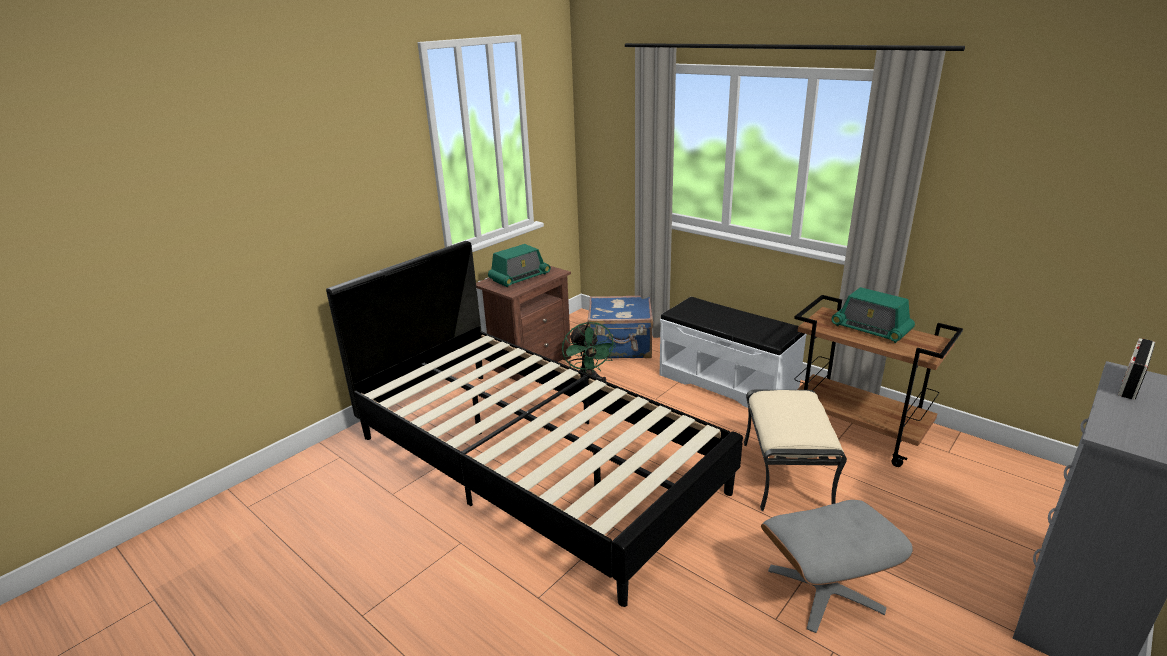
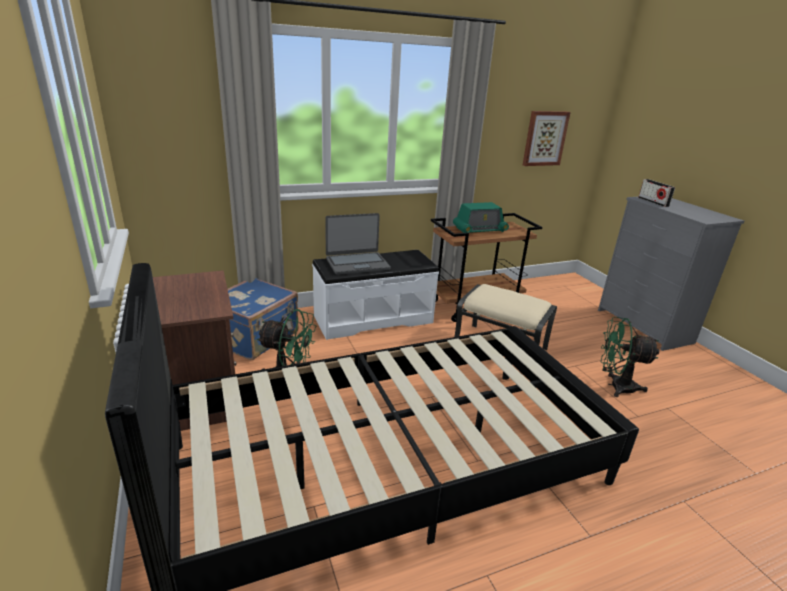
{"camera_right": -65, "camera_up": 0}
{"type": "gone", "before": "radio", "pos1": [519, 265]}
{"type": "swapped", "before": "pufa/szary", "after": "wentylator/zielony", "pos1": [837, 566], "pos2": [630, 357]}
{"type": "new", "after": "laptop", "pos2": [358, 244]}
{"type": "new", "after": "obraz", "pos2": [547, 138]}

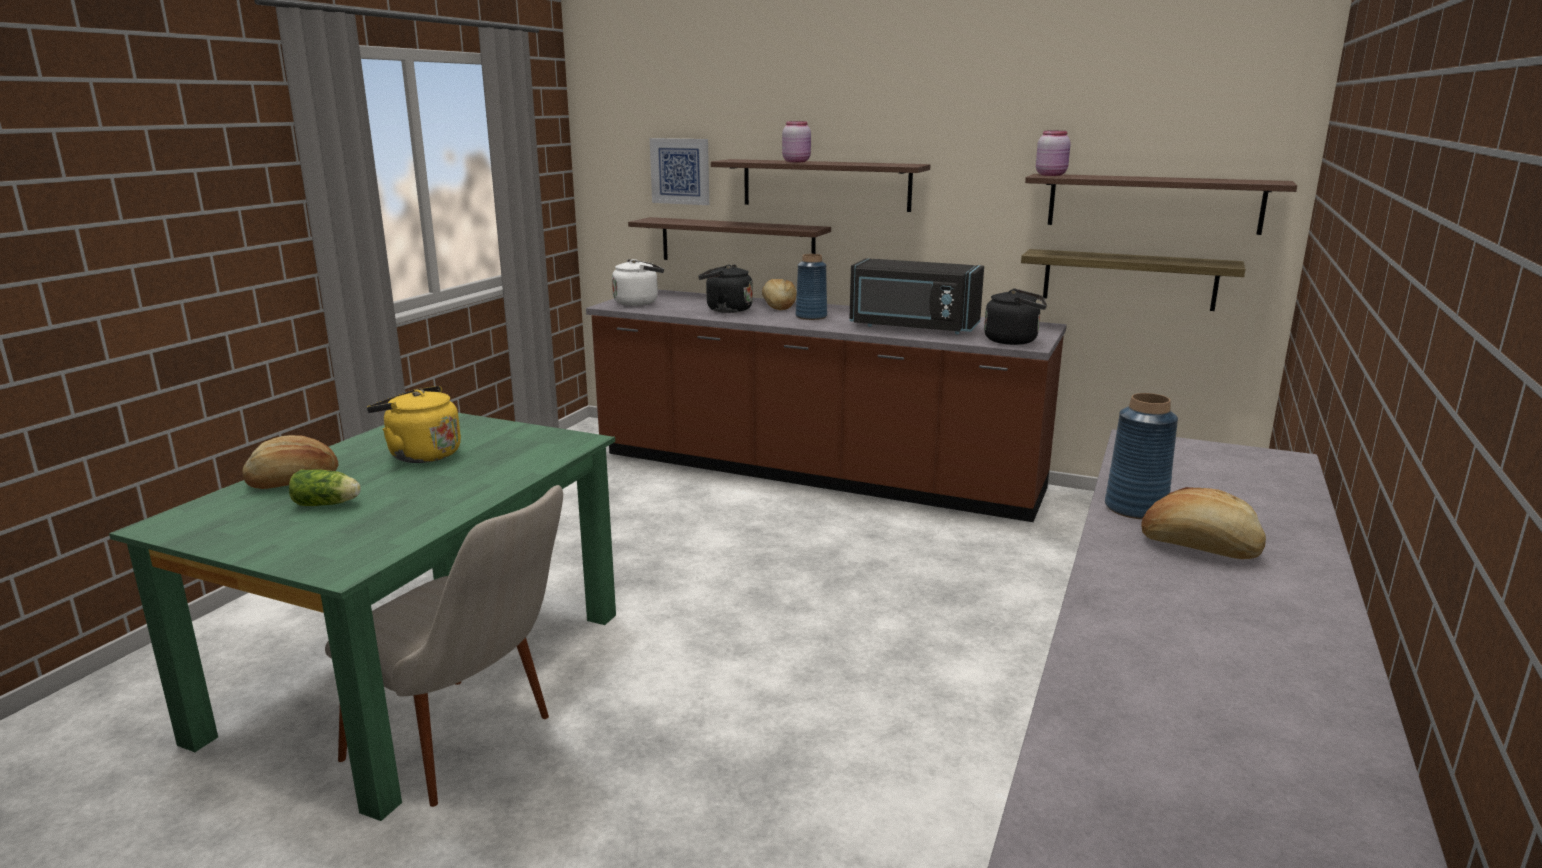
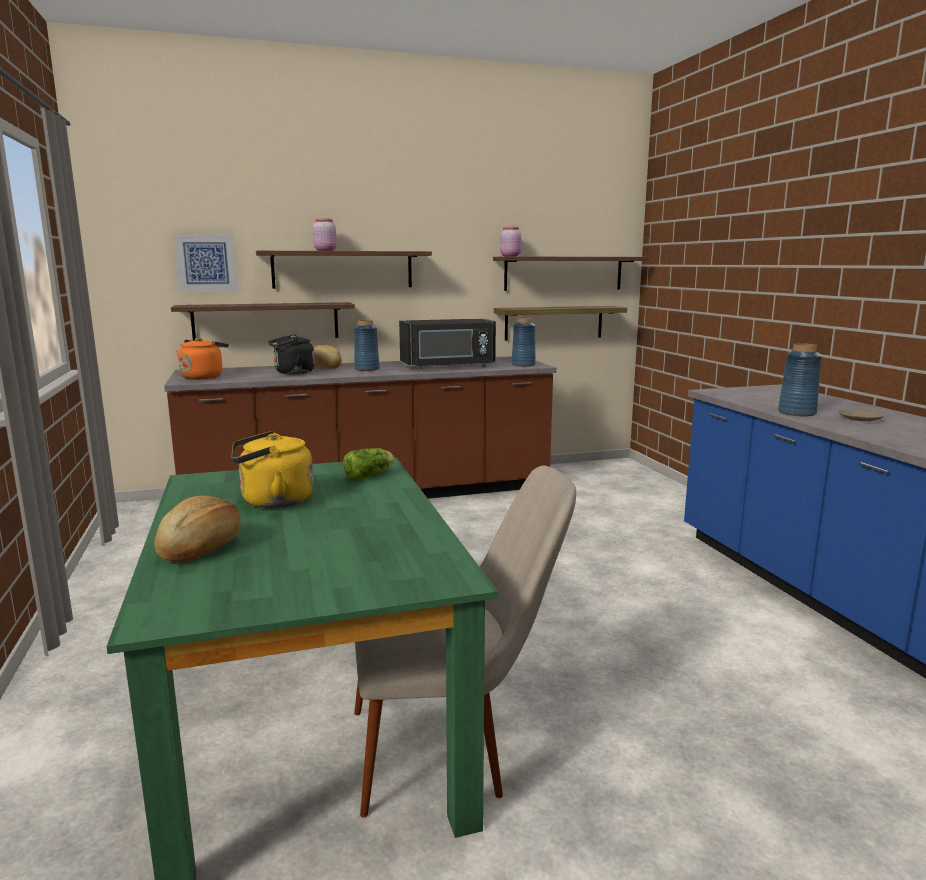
{"camera_right": -40, "camera_up": -5}
{"type": "shifted", "before": "sałata", "pos1": [325, 487], "pos2": [369, 464]}
{"type": "repainted", "before": "czajnik/biały", "after": "czajnik/pomarańczowy", "pos1": [638, 282], "pos2": [202, 359]}
{"type": "swapped", "before": "czajnik/czarny", "after": "wazon/niebieski", "pos1": [1015, 316], "pos2": [524, 342]}
{"type": "swapped", "before": "chleb", "after": "talerz/beżowy", "pos1": [1203, 523], "pos2": [861, 415]}

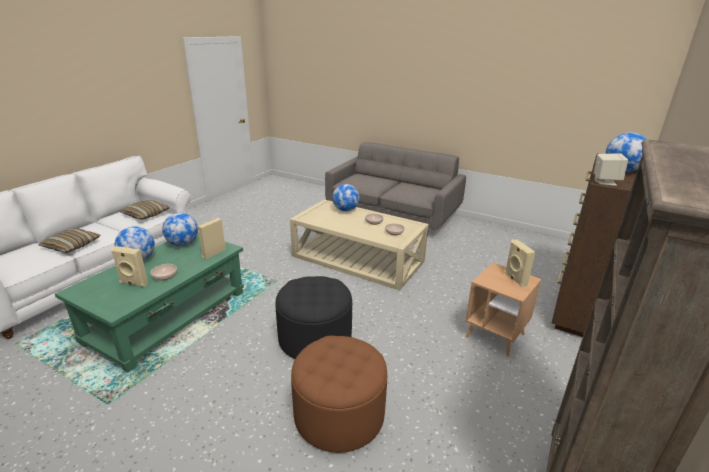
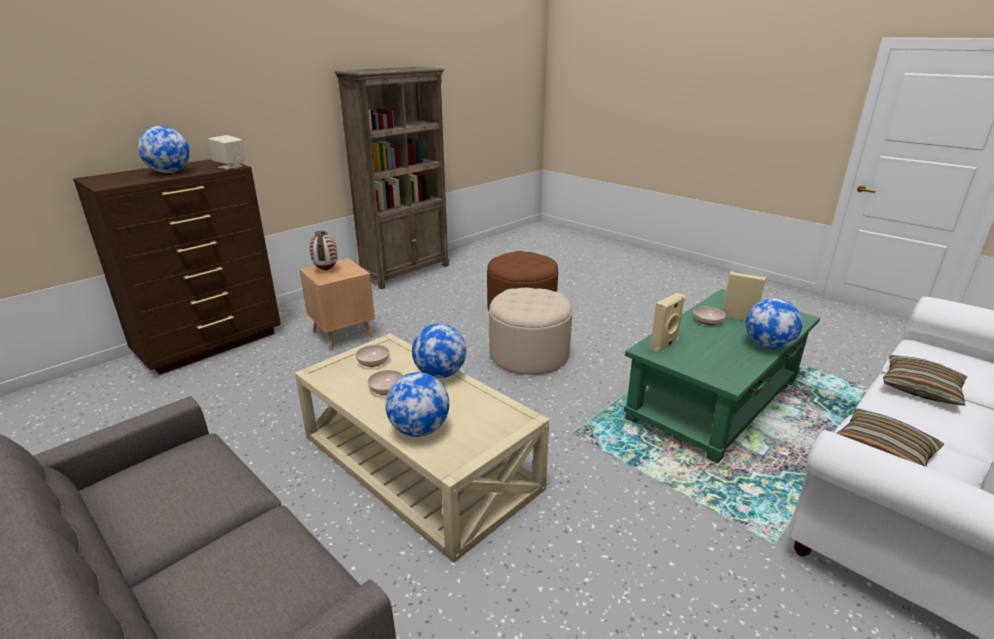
{"camera_right": -165, "camera_up": 0}
{"type": "shifted", "before": "globus", "pos1": [180, 229], "pos2": [439, 351]}
{"type": "repainted", "before": "pufa/czarny", "after": "pufa/beżowy", "pos1": [313, 317], "pos2": [530, 331]}
{"type": "swapped", "before": "głośnik/beżowy", "after": "wazon", "pos1": [520, 263], "pos2": [324, 251]}

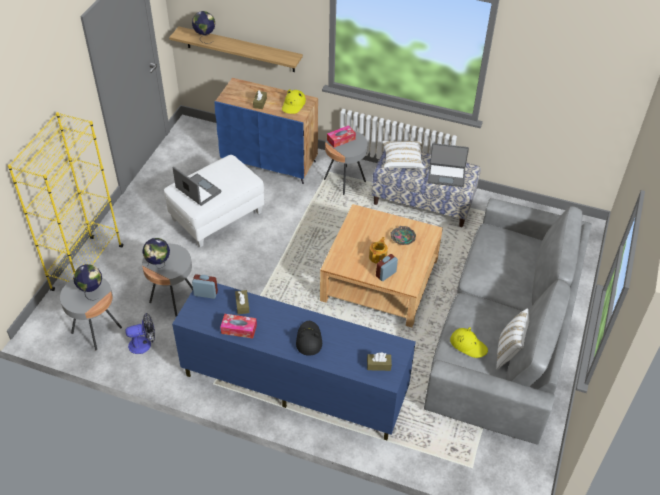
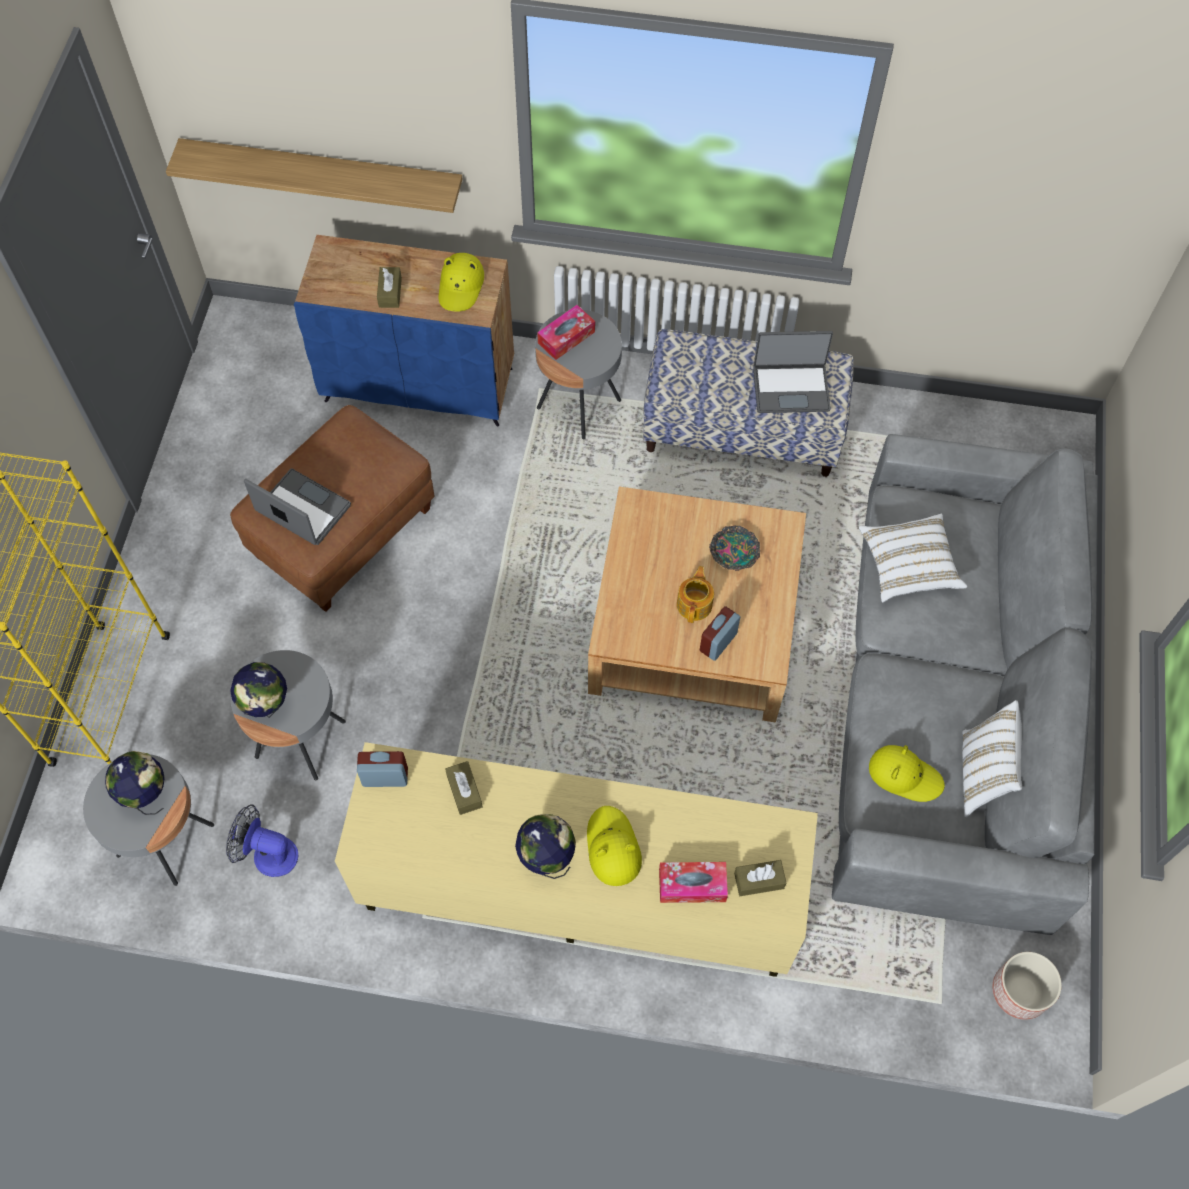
{"camera_right": -10, "camera_up": 15}
{"type": "rotated", "before": "wentylator", "pos1": [140, 333], "pos2": [262, 840], "turn": -135}
{"type": "repainted", "before": "pufa/biały", "after": "pufa/brązowy", "pos1": [214, 201], "pos2": [332, 508]}
{"type": "repainted", "before": "szafka pod telewizor/niebieski", "after": "szafka pod telewizor/beżowy", "pos1": [294, 361], "pos2": [576, 859]}
{"type": "shifted", "before": "globus", "pos1": [203, 27], "pos2": [545, 846]}
{"type": "shifted", "before": "pudełko chusteczek", "pos1": [238, 326], "pos2": [693, 882]}
{"type": "repainted", "before": "kapelusz/czarny", "after": "kapelusz/żółty", "pos1": [309, 338], "pos2": [614, 846]}
{"type": "shifted", "before": "poduszka/biały", "pos1": [403, 155], "pos2": [913, 557]}
{"type": "new", "after": "donica", "pos2": [1027, 986]}

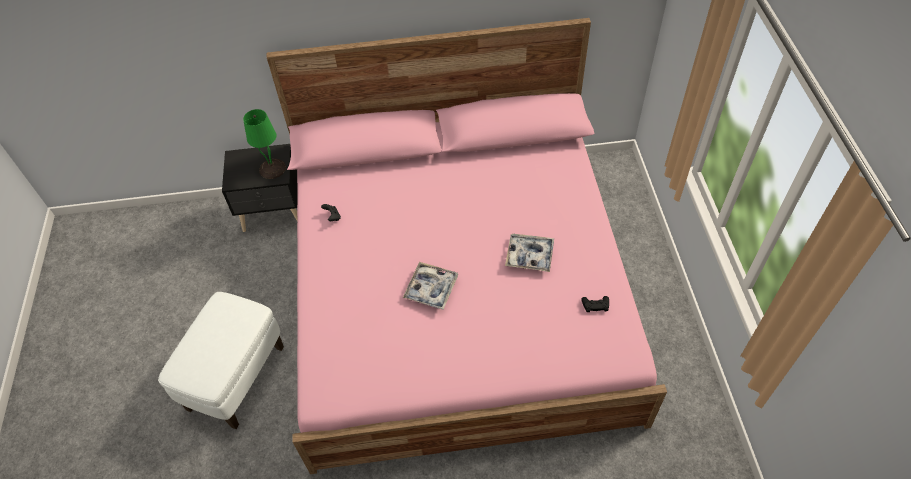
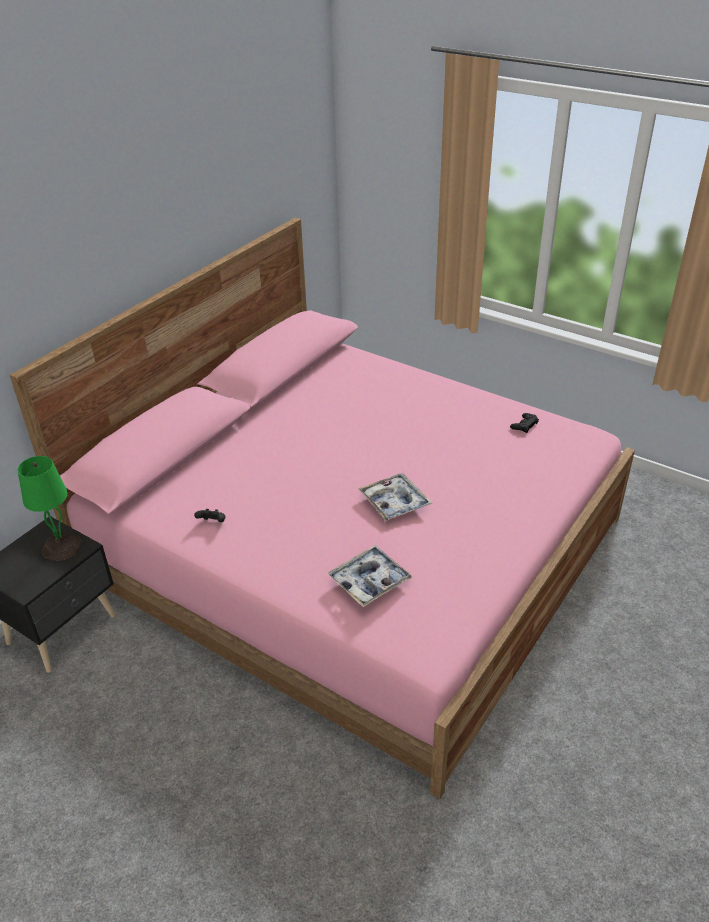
{"camera_right": -50, "camera_up": -15}
{"type": "gone", "before": "pufa/biały", "pos1": [221, 360]}
{"type": "shifted", "before": "taca", "pos1": [529, 253], "pos2": [370, 576]}

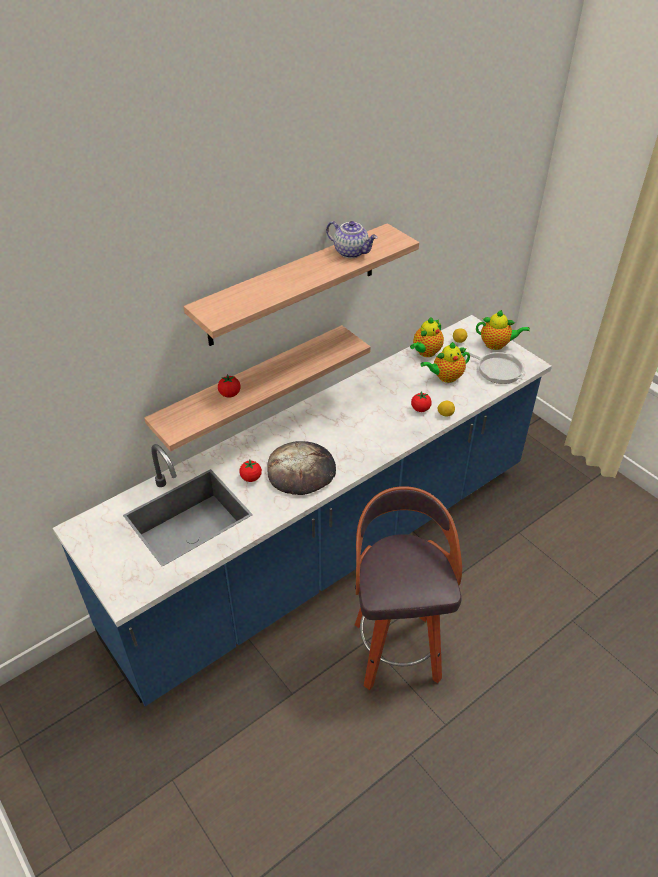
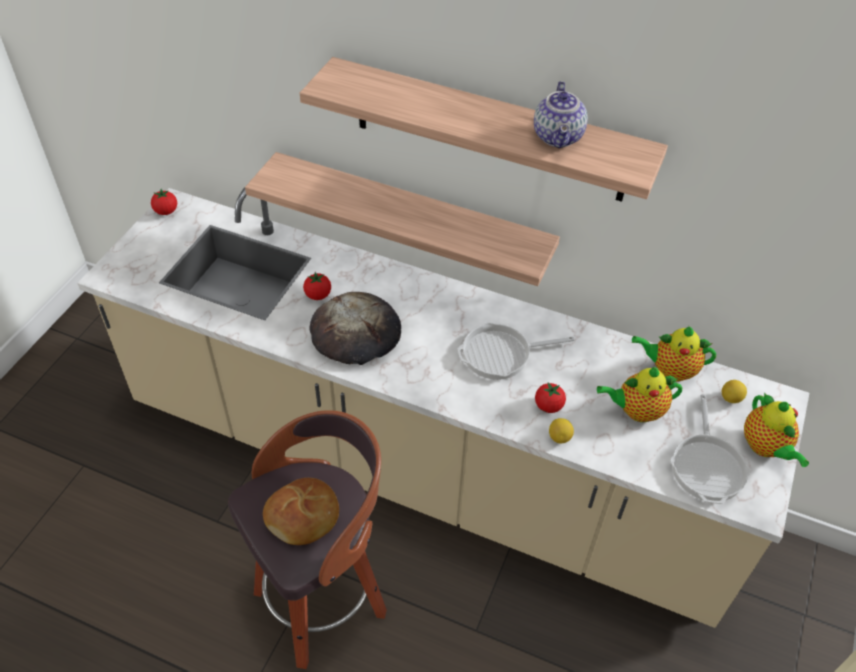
{"camera_right": 60, "camera_up": 5}
{"type": "repainted", "before": "zabudowa kuchenna/niebieski", "after": "zabudowa kuchenna/beżowy", "pos1": [302, 510], "pos2": [443, 407]}
{"type": "shifted", "before": "pomidor", "pos1": [229, 386], "pos2": [164, 202]}
{"type": "rotated", "before": "imbryk", "pos1": [445, 362], "pos2": [639, 394], "turn": -45}
{"type": "new", "after": "chleb", "pos2": [301, 511]}
{"type": "new", "after": "patelnia", "pos2": [515, 351]}

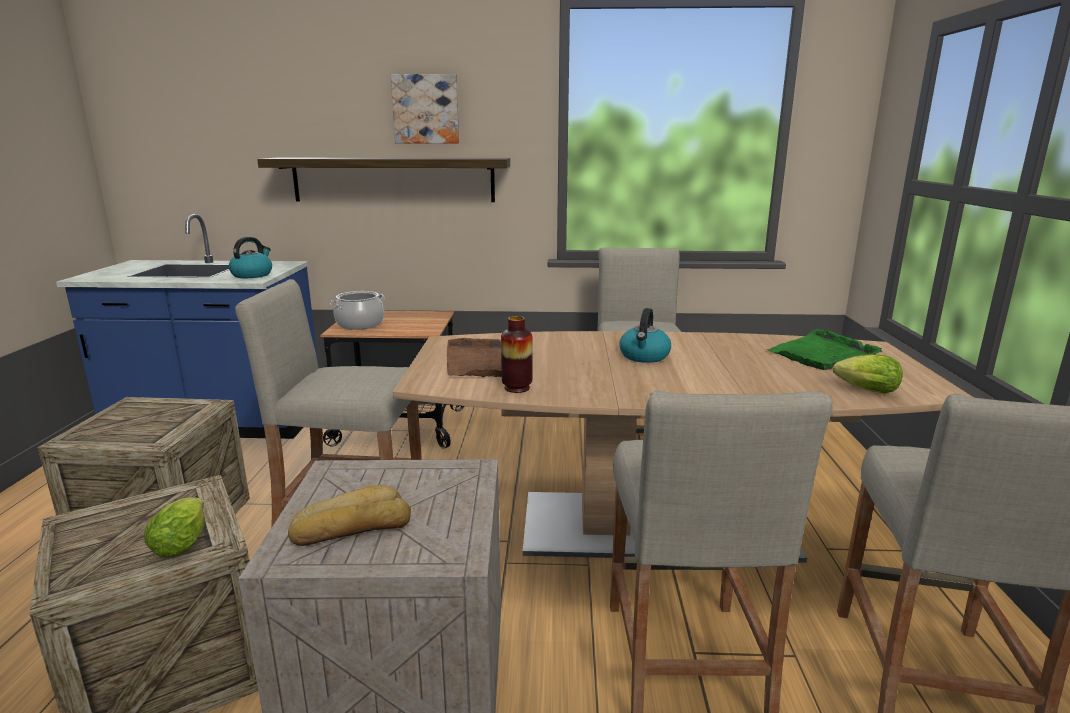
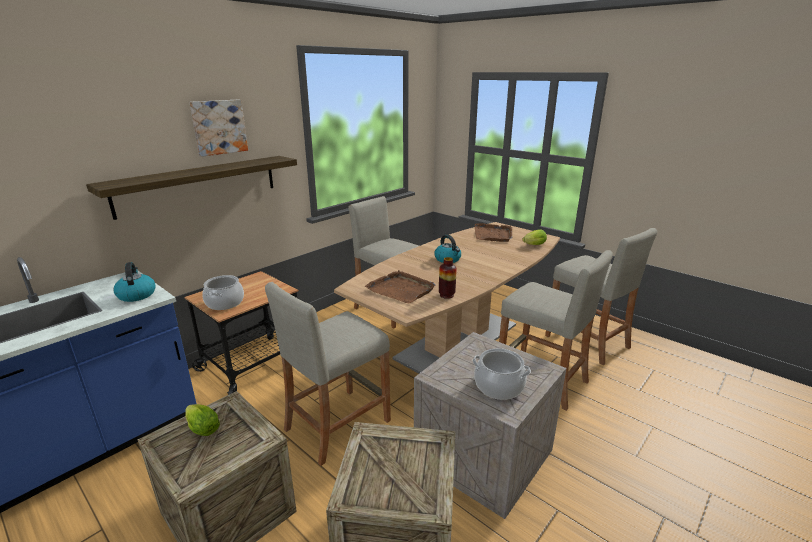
{"camera_right": -50, "camera_up": 5}
{"type": "shifted", "before": "sałata", "pos1": [174, 527], "pos2": [202, 420]}
{"type": "swapped", "before": "chleb", "after": "garnek", "pos1": [349, 515], "pos2": [502, 374]}
{"type": "repainted", "before": "taca/zielony", "after": "taca/brązowy", "pos1": [824, 349], "pos2": [493, 232]}

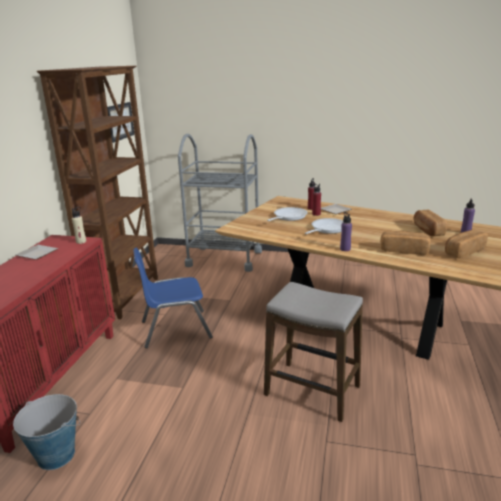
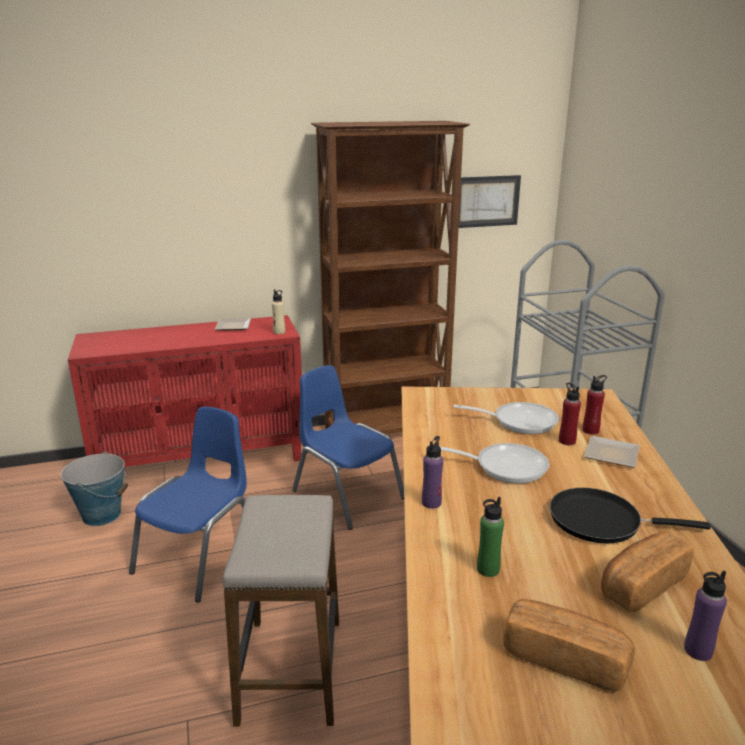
{"camera_right": 60, "camera_up": 0}
{"type": "swapped", "before": "chleb", "after": "butelka/zielony", "pos1": [405, 243], "pos2": [490, 537]}
{"type": "new", "after": "krzesło/niebieski", "pos2": [188, 504]}
{"type": "new", "after": "patelnia/czarny", "pos2": [630, 516]}

